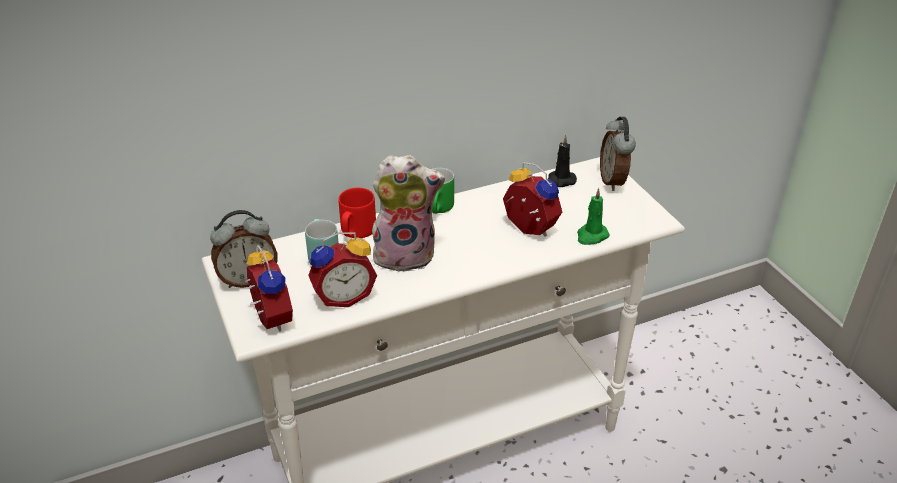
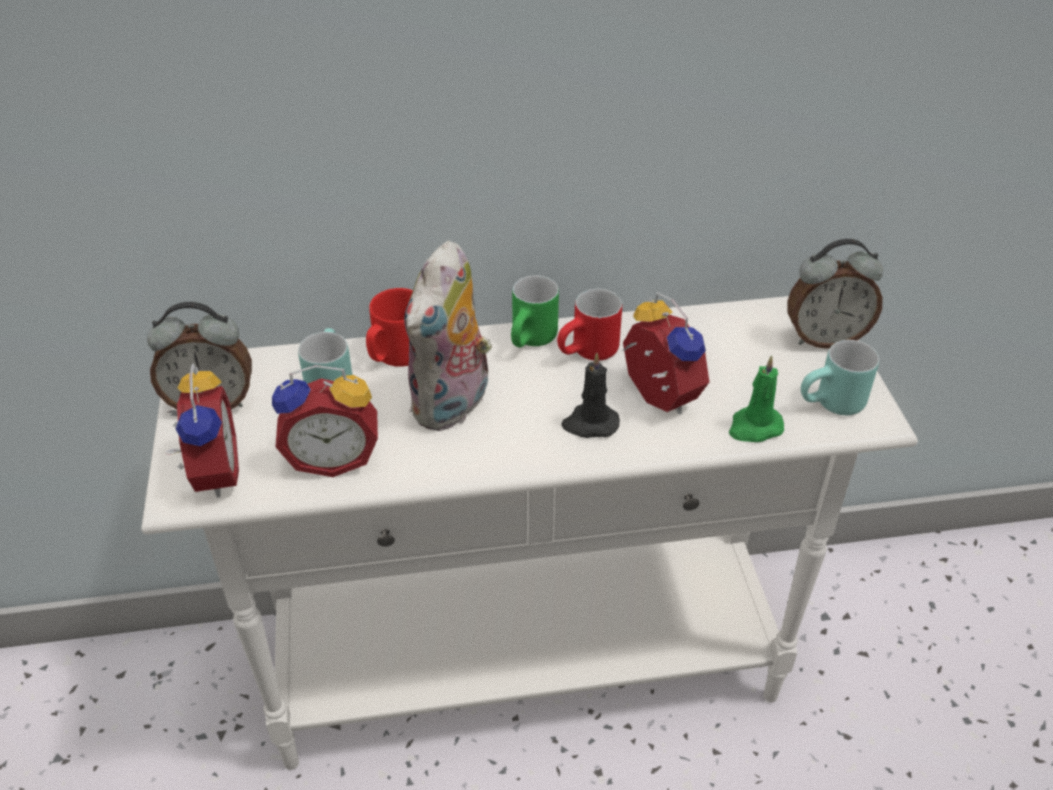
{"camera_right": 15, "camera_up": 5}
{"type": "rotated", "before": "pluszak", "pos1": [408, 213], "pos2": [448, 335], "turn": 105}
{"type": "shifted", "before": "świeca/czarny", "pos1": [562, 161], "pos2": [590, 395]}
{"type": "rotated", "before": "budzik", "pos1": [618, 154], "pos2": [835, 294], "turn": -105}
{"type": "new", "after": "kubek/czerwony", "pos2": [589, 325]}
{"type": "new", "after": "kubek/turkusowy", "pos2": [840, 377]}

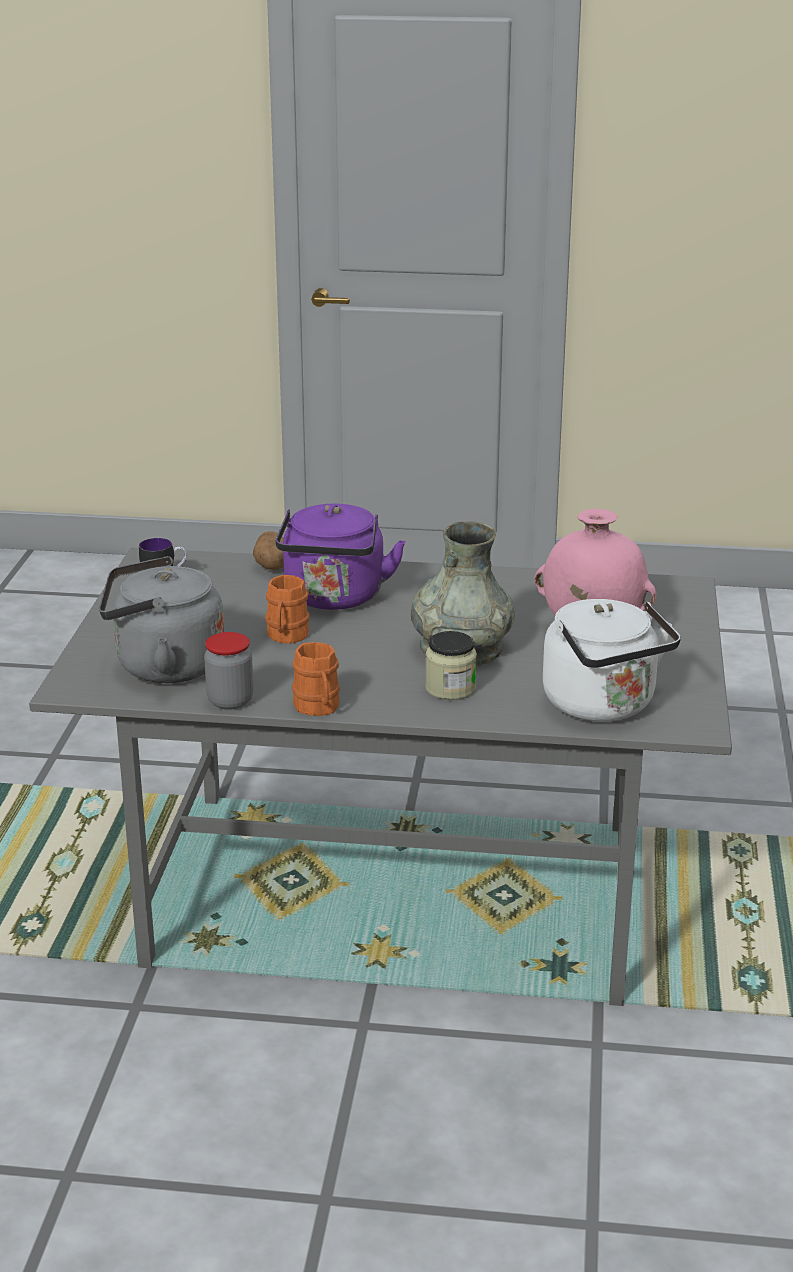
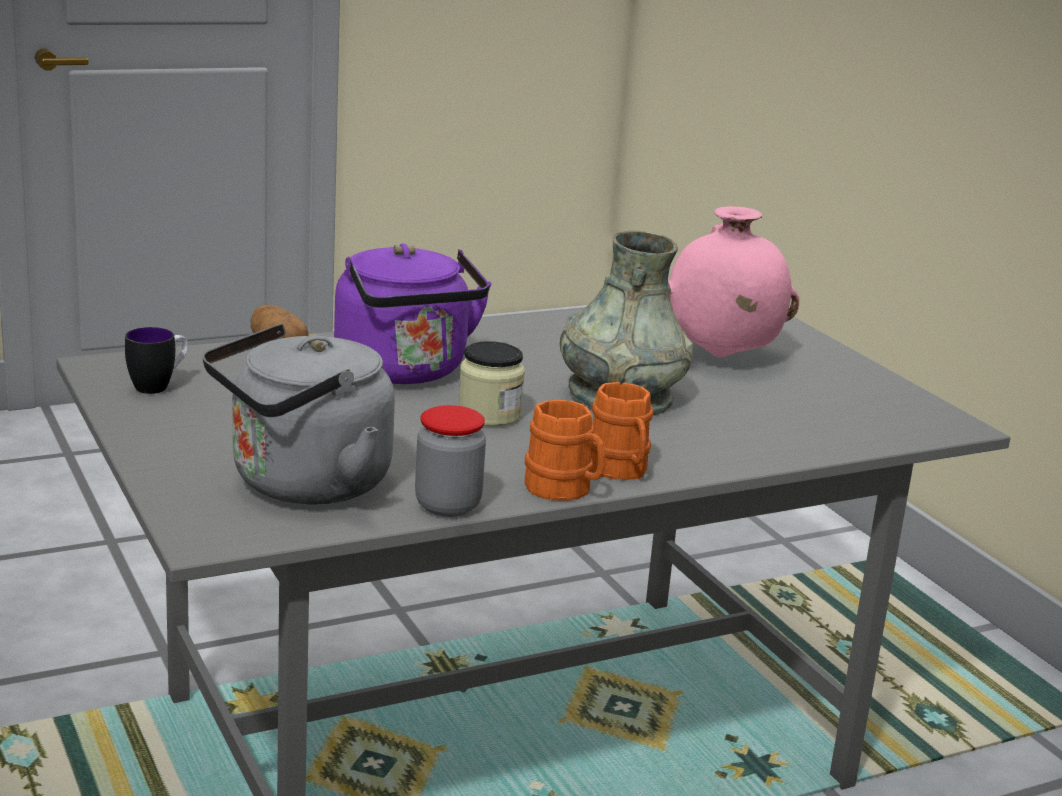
{"camera_right": -35, "camera_up": -5}
{"type": "shifted", "before": "kubek/pomarańczowy", "pos1": [287, 609], "pos2": [622, 431]}
{"type": "shifted", "before": "słoik", "pos1": [451, 665], "pos2": [491, 384]}
{"type": "gone", "before": "czajnik/biały", "pos1": [612, 660]}

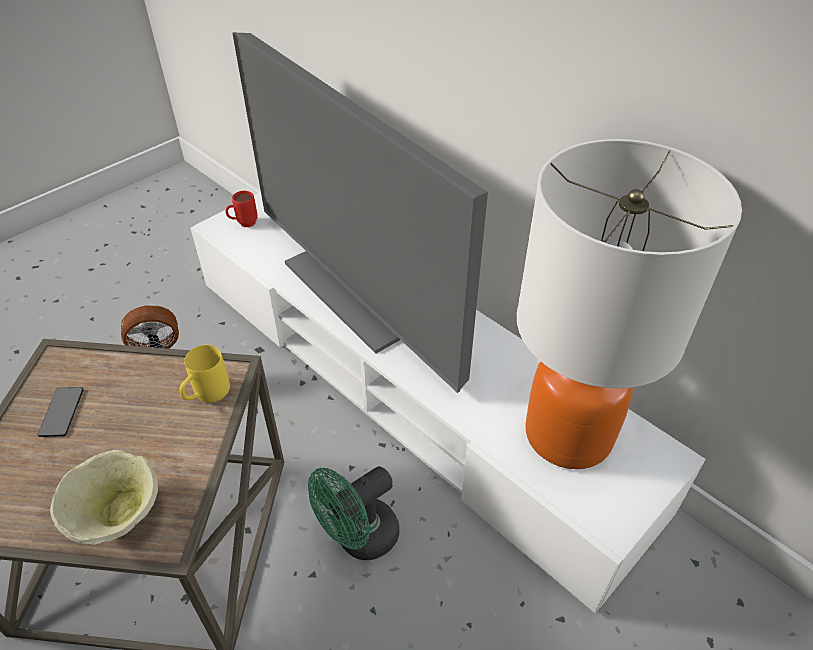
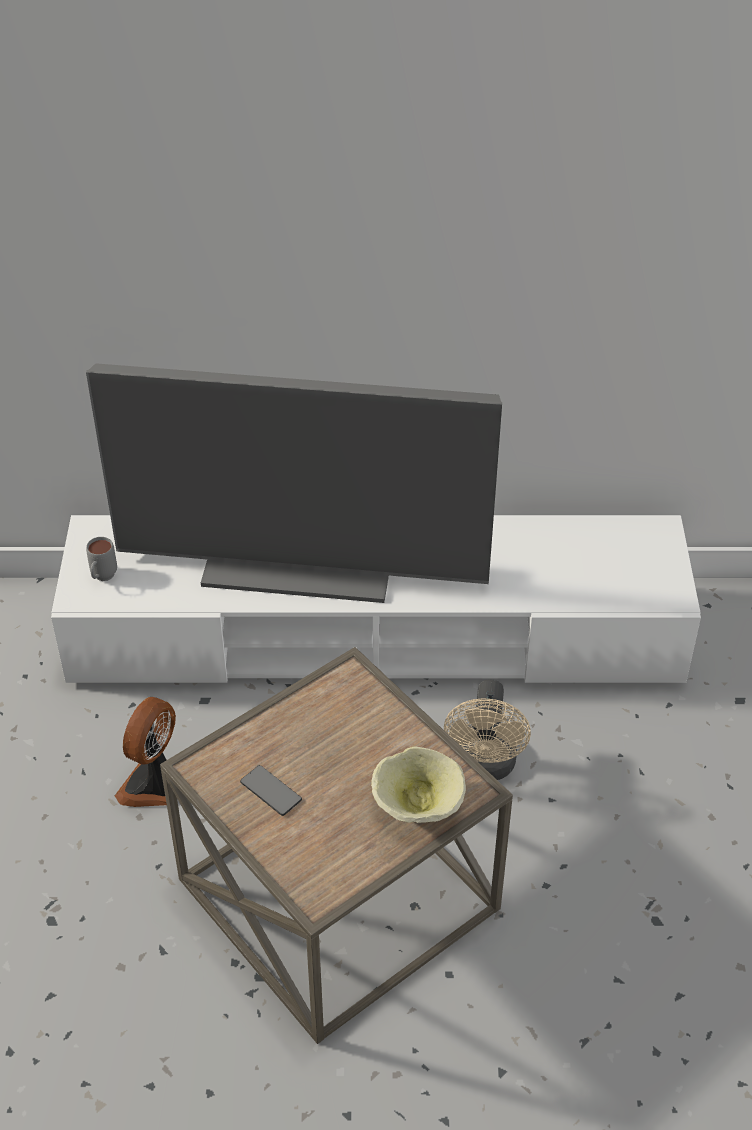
{"camera_right": -45, "camera_up": 0}
{"type": "gone", "before": "kubek/żółty", "pos1": [205, 373]}
{"type": "repainted", "before": "kubek/czerwony", "after": "kubek/szary", "pos1": [241, 209], "pos2": [101, 559]}
{"type": "repainted", "before": "wentylator/zielony", "after": "wentylator/beżowy", "pos1": [353, 513], "pos2": [487, 729]}
{"type": "gone", "before": "lampa stołowa", "pos1": [629, 304]}

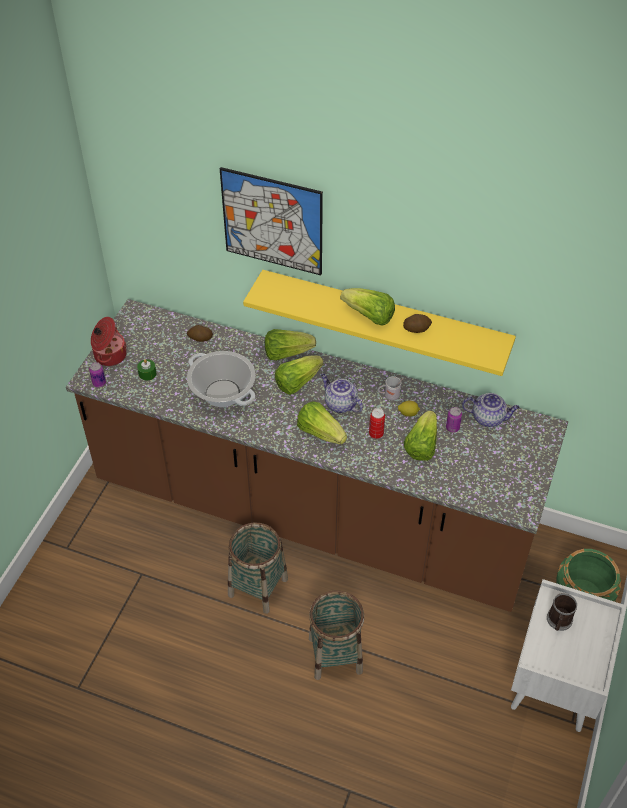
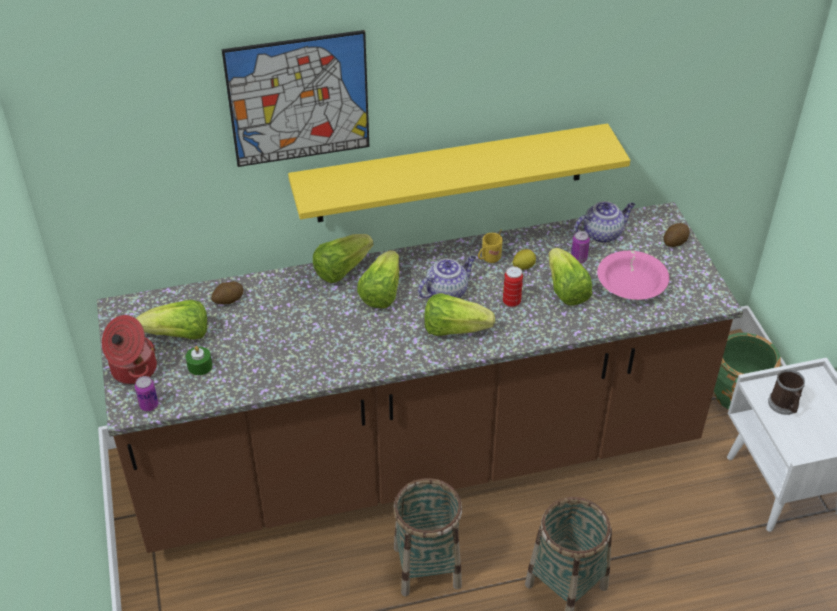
{"camera_right": -35, "camera_up": -5}
{"type": "gone", "before": "garnek", "pos1": [221, 379]}
{"type": "rotated", "before": "imbryk", "pos1": [342, 393], "pos2": [447, 277], "turn": 135}
{"type": "shifted", "before": "sałata", "pos1": [367, 307], "pos2": [171, 320]}
{"type": "repainted", "before": "kubek/biały", "after": "kubek/żółty", "pos1": [390, 388], "pos2": [490, 246]}
{"type": "shifted", "before": "ziemniak", "pos1": [417, 323], "pos2": [677, 235]}
{"type": "new", "after": "miska/różowy", "pos2": [633, 275]}

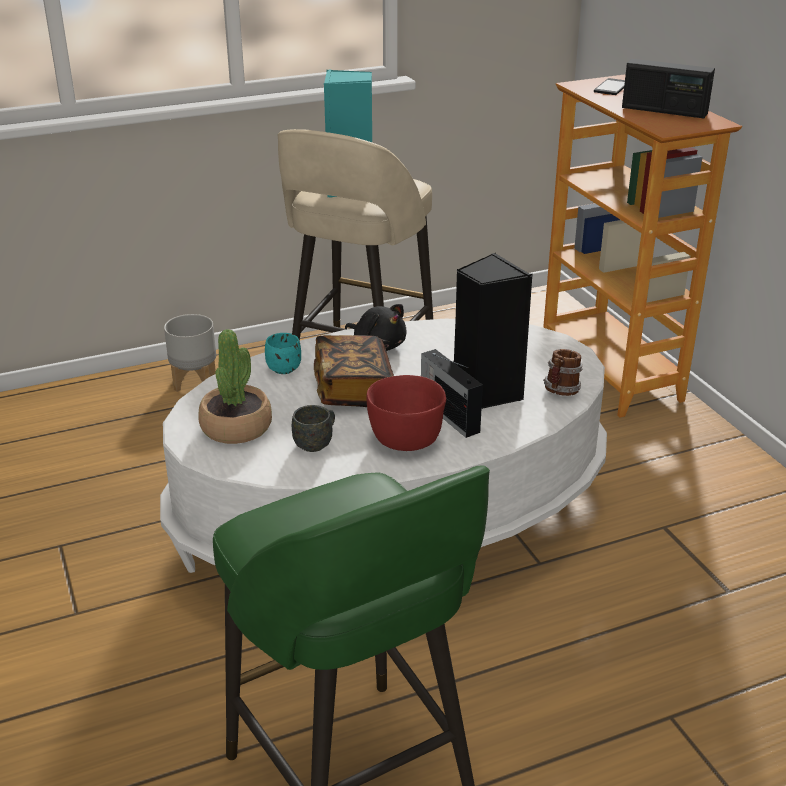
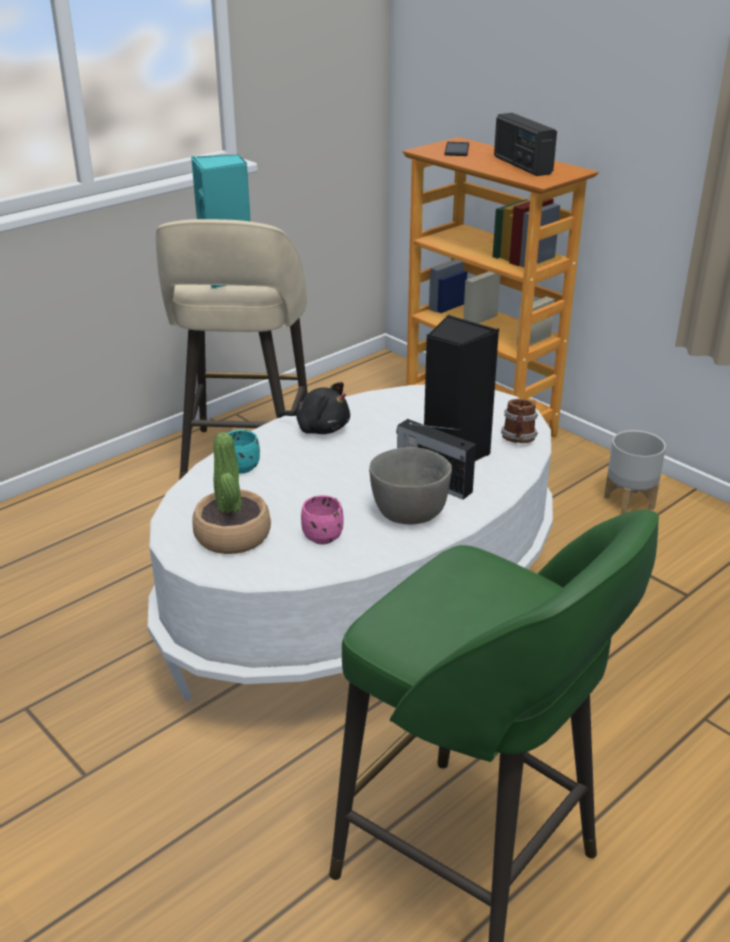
{"camera_right": -20, "camera_up": 0}
{"type": "shifted", "before": "donica/szary", "pos1": [190, 353], "pos2": [635, 472]}
{"type": "repainted", "before": "kubek/szary", "after": "kubek/różowy", "pos1": [313, 428], "pos2": [322, 519]}
{"type": "gone", "before": "książka", "pos1": [354, 371]}
{"type": "repainted", "before": "miska/czerwony", "after": "miska/szary", "pos1": [406, 413], "pos2": [410, 485]}
{"type": "rotated", "before": "radio", "pos1": [668, 89], "pos2": [525, 144], "turn": 60}

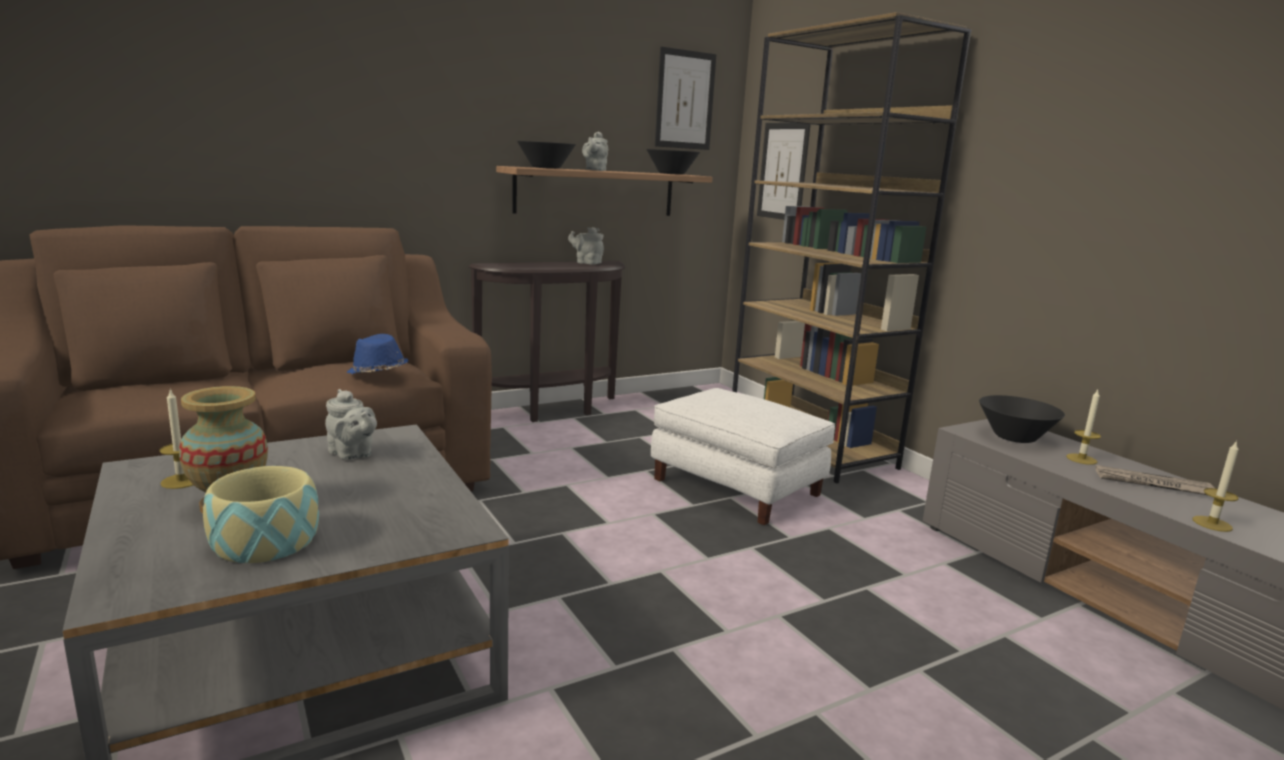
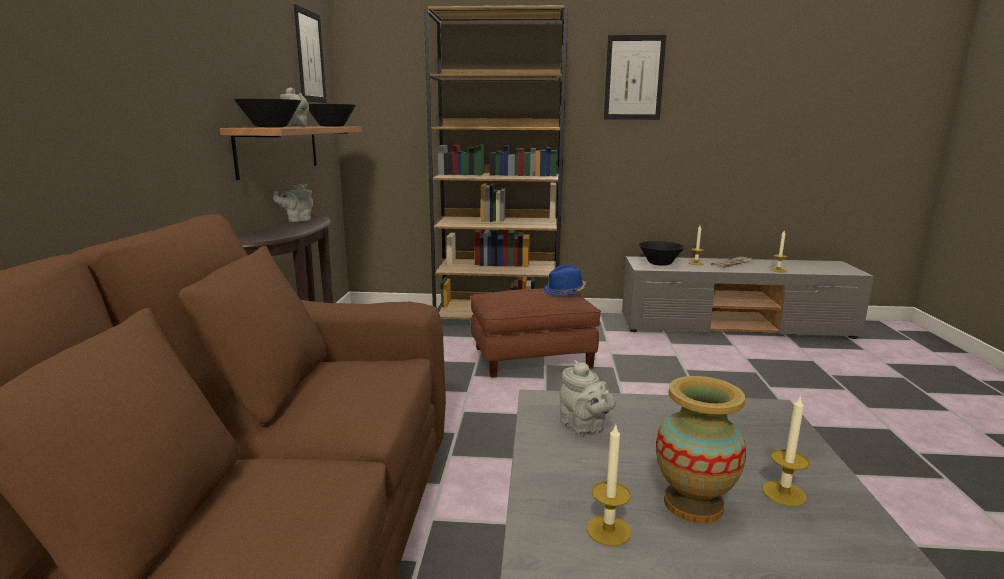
{"camera_right": -55, "camera_up": 0}
{"type": "swapped", "before": "miska", "after": "świeca", "pos1": [261, 514], "pos2": [785, 451]}
{"type": "rotated", "before": "imbryk/szary", "pos1": [351, 424], "pos2": [587, 397], "turn": 75}
{"type": "shifted", "before": "kapelusz/niebieski", "pos1": [377, 354], "pos2": [565, 280]}
{"type": "repainted", "before": "pufa/biały", "after": "pufa/brązowy", "pos1": [743, 456], "pos2": [536, 333]}
{"type": "shifted", "before": "obraz", "pos1": [784, 171], "pos2": [635, 77]}

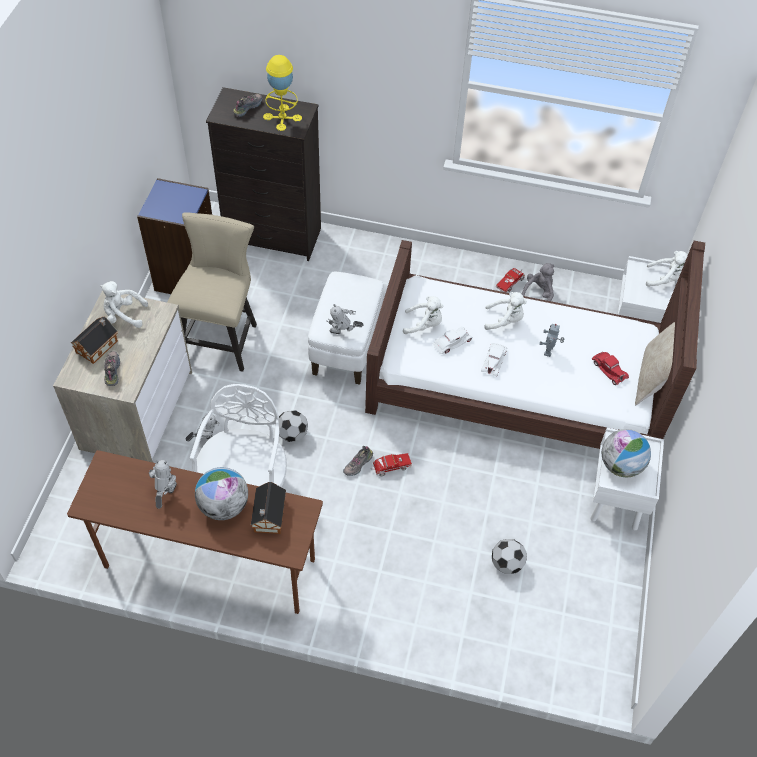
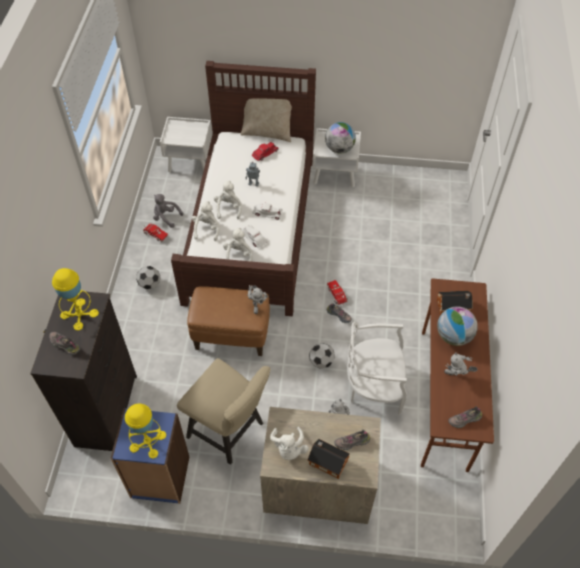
{"camera_right": -95, "camera_up": 0}
{"type": "rotated", "before": "krzesło/beżowy", "pos1": [212, 292], "pos2": [224, 411], "turn": -150}
{"type": "repainted", "before": "pufa/biały", "after": "pufa/brązowy", "pos1": [345, 328], "pos2": [228, 321]}
{"type": "shifted", "before": "piłka futbolowa", "pos1": [509, 556], "pos2": [148, 278]}
{"type": "shifted", "before": "pluszak/biały", "pos1": [667, 269], "pos2": [206, 221]}
{"type": "new", "after": "lampa stołowa/żółty", "pos2": [145, 431]}
{"type": "new", "after": "but", "pos2": [465, 417]}

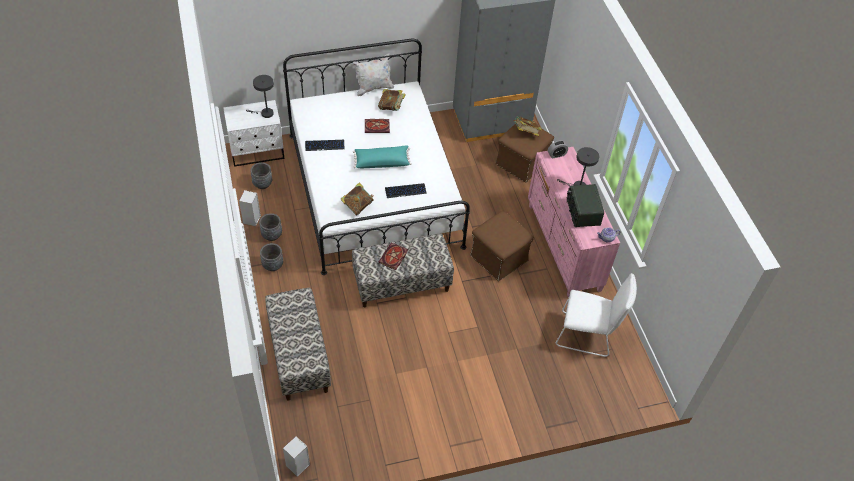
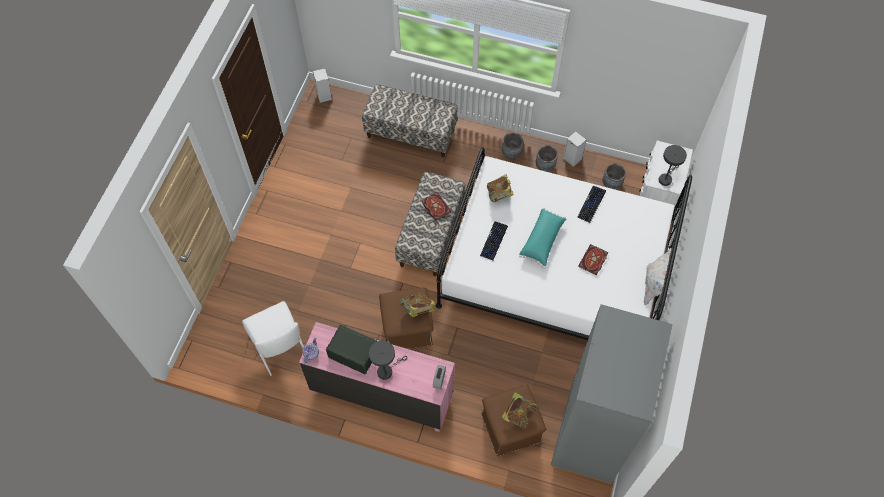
{"camera_right": 125, "camera_up": 10}
{"type": "shifted", "before": "książka", "pos1": [392, 100], "pos2": [418, 305]}
{"type": "rotated", "before": "krzesło/biały", "pos1": [596, 315], "pos2": [273, 338], "turn": -75}

